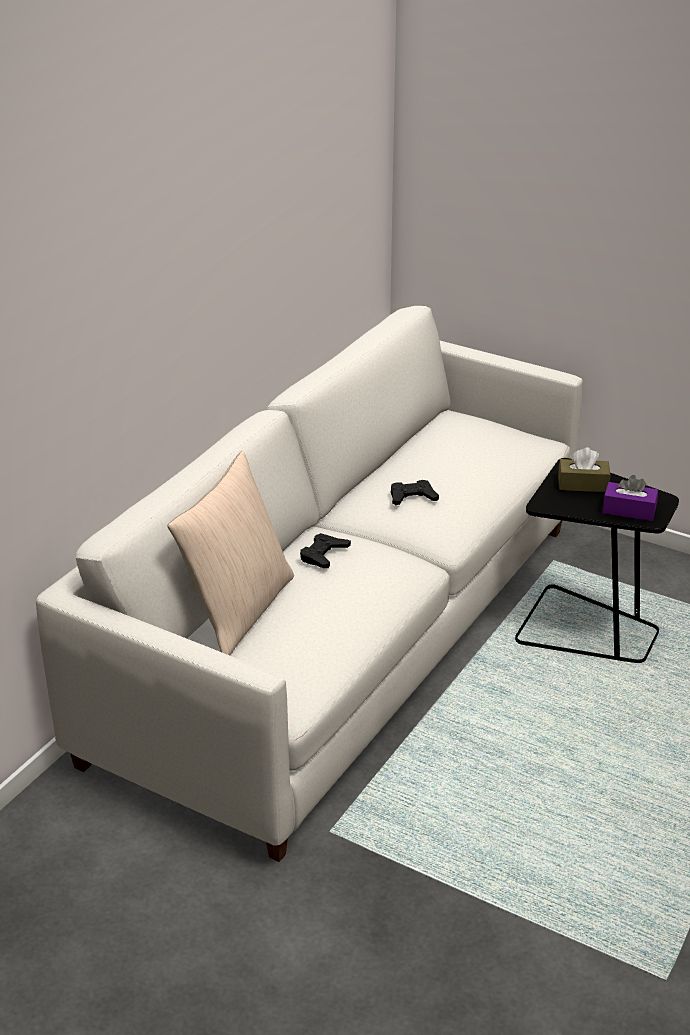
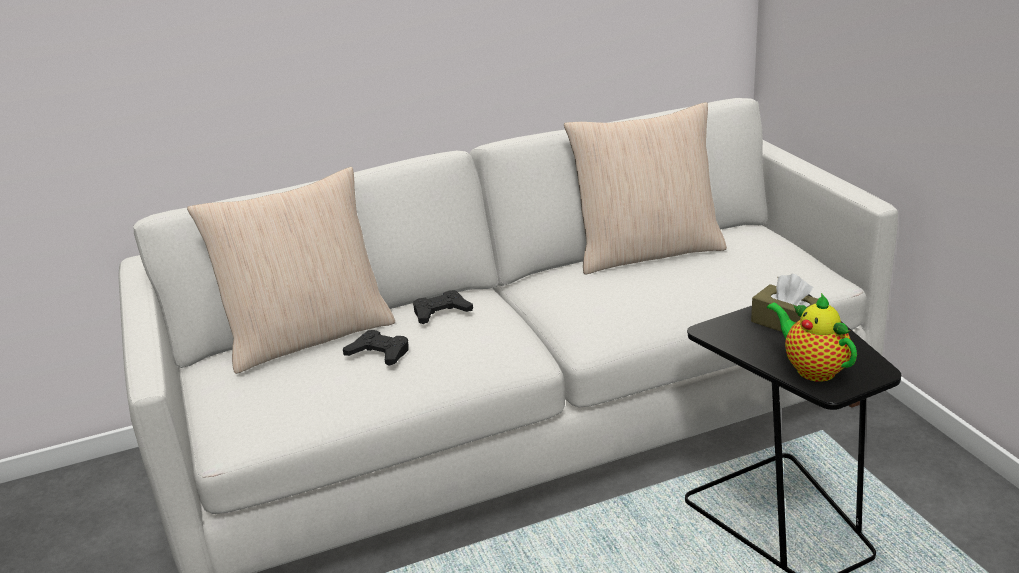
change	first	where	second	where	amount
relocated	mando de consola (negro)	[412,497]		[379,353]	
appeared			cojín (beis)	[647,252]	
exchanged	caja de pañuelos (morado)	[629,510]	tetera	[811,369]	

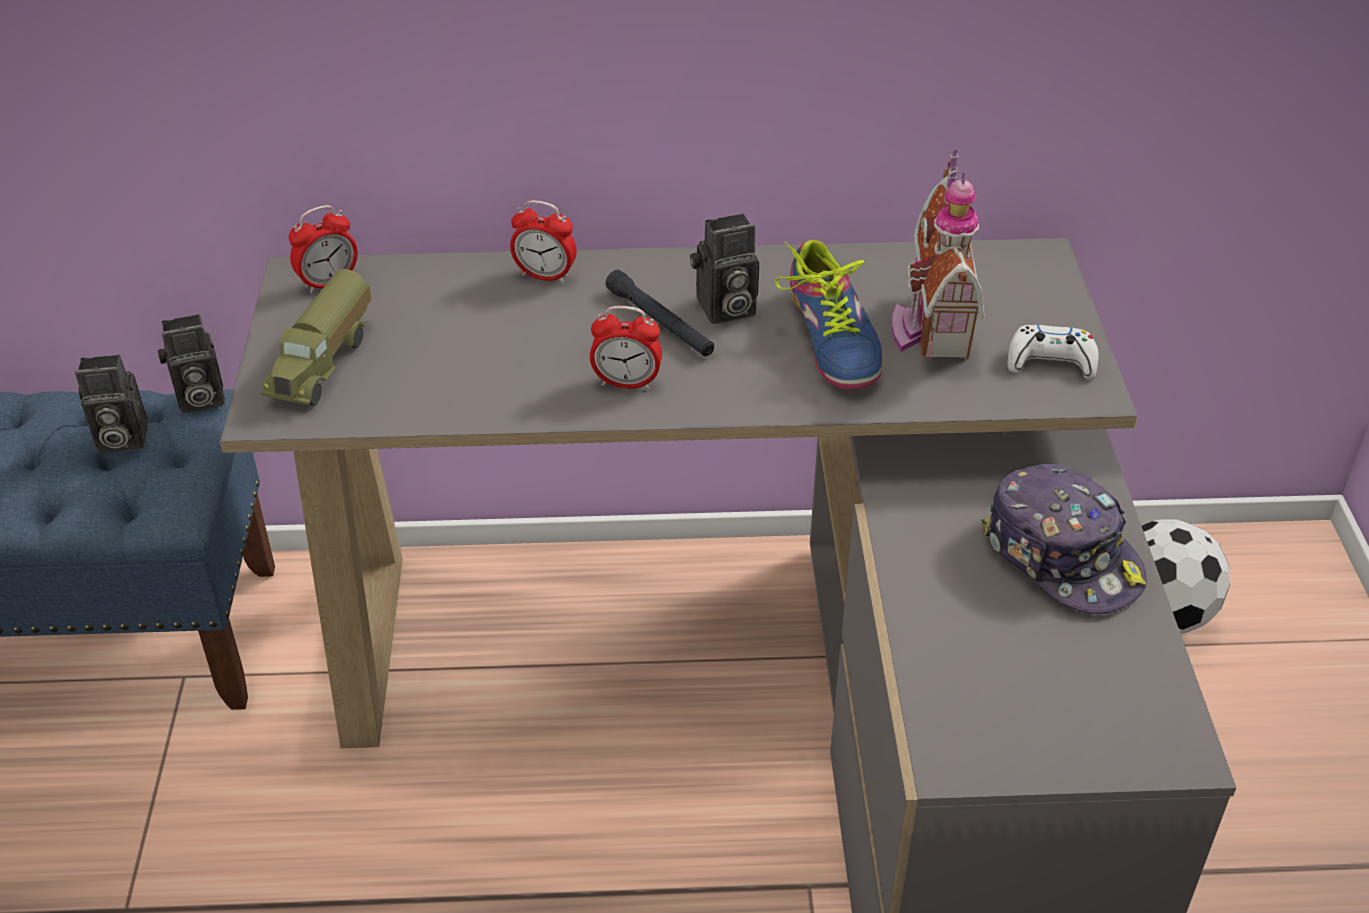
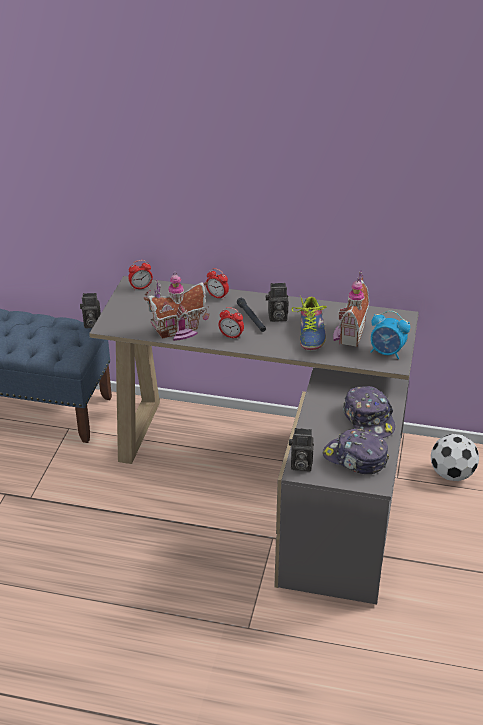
change	first	where	second	where	amount
appeared			casita	[179,331]	
relocated	cámara	[119,439]		[300,465]	
appeared			gorra	[355,459]	
exchanged	mando de consola (blanco)	[1050,362]	despertador	[387,353]	
missing	camión de juguete	[324,363]			

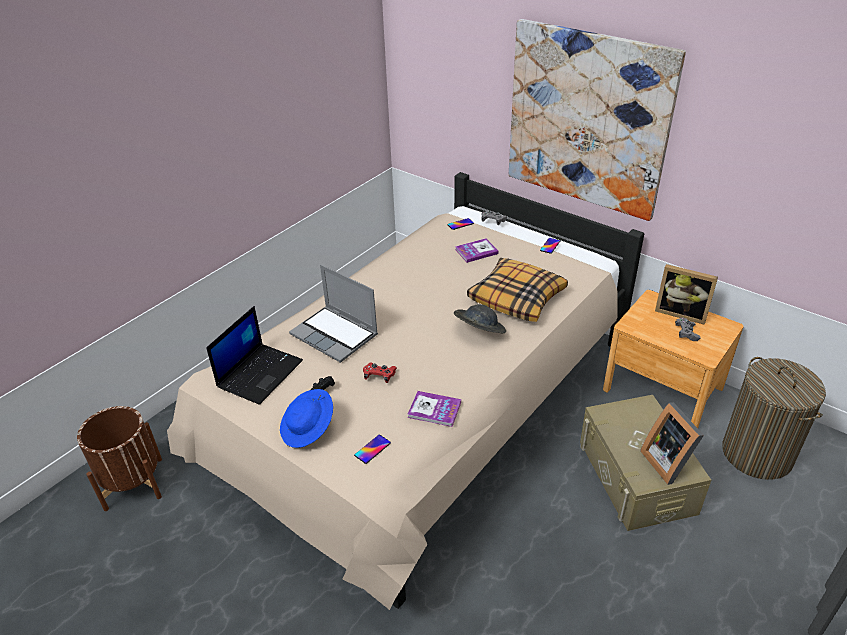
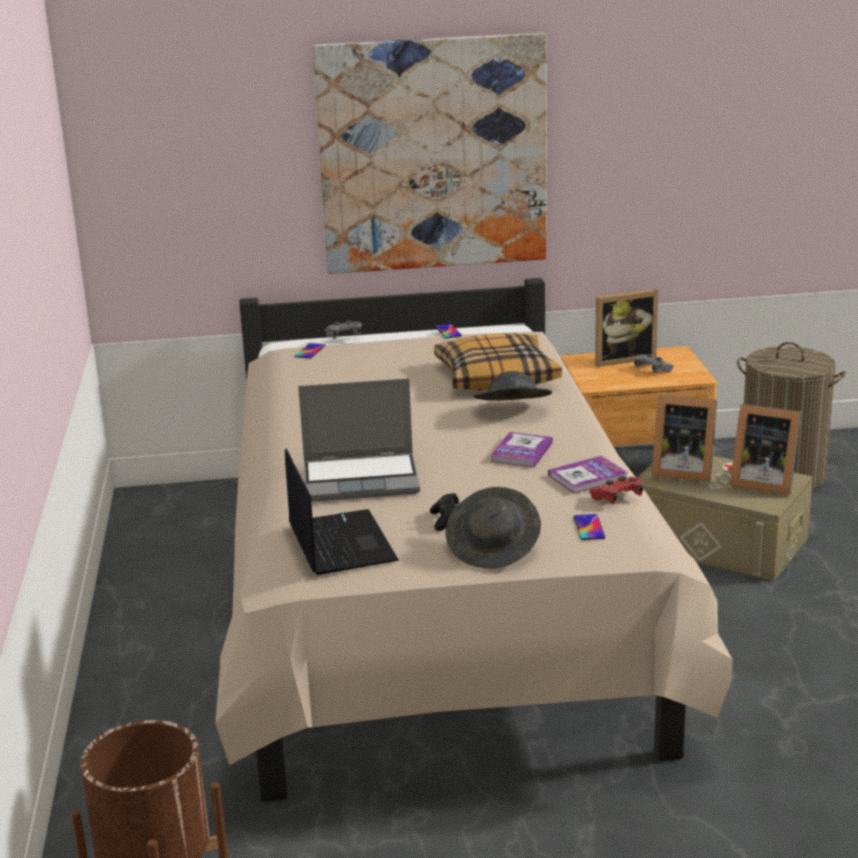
change	first	where	second	where	amount
colour	sombrero (azul)	[308,429]	sombrero (gris)	[494,548]	
relocated	libro	[476,251]		[521,452]	
relocated	mando de consola (rojo)	[379,376]		[617,498]	
appeared			portarretratos	[681,470]	

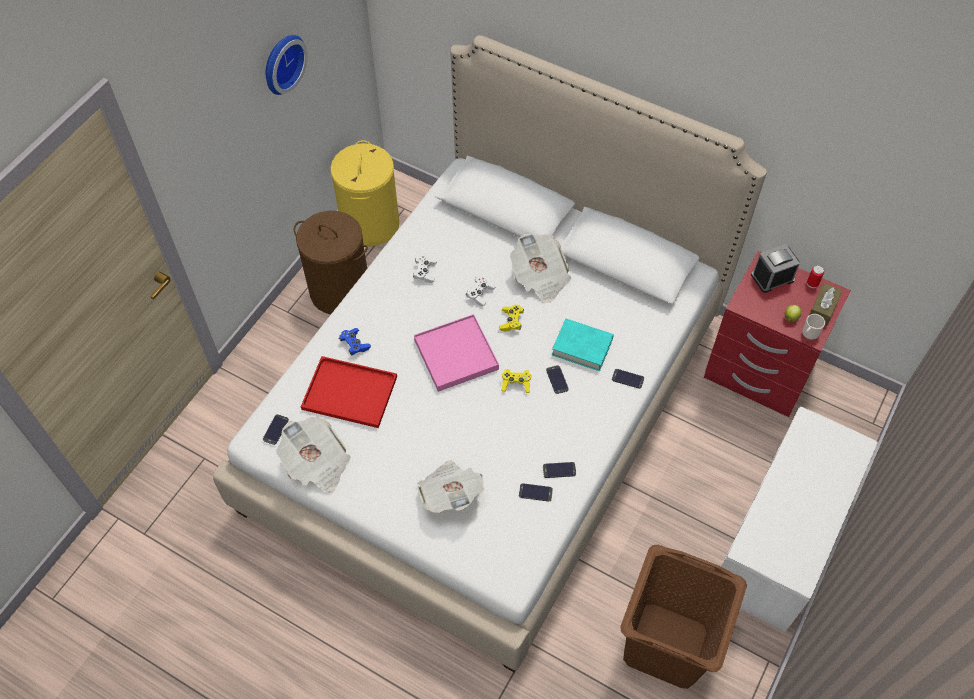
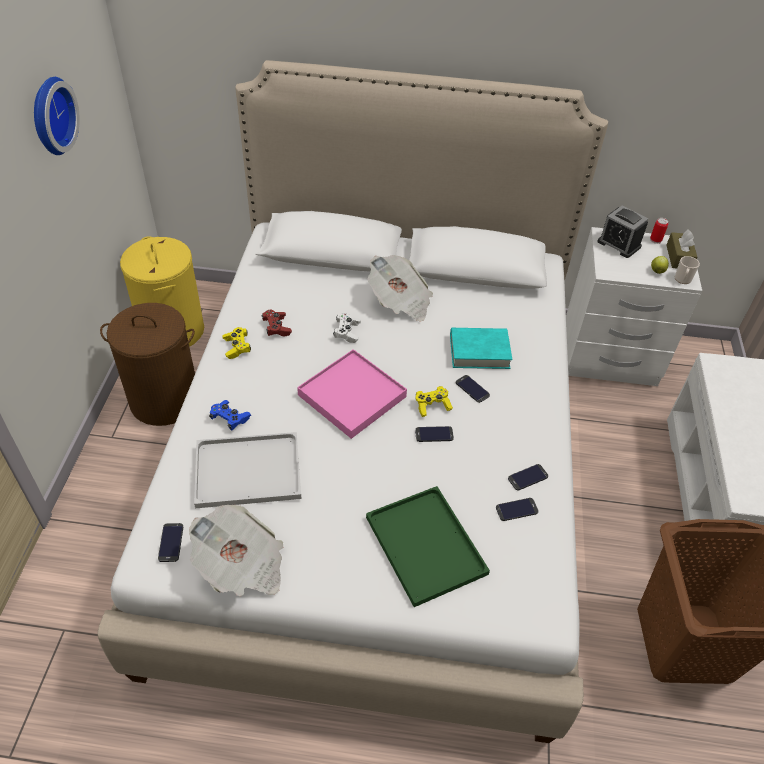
change	first	where	second	where	amount
colour	bandeja (rojo)	[351,392]	bandeja (blanco)	[250,470]	
relocated	mando de consola (amarillo)	[511,321]		[237,347]	
colour	mando de consola (blanco)	[425,272]	mando de consola (rojo)	[276,328]	
exchanged	periódico	[450,493]	bandeja (verde)	[423,544]	
relocated	móvil	[627,379]		[434,434]	
colour	mesita de noche (rojo)	[758,372]	mesita de noche (blanco)	[608,357]	
spun	despertador	[772,278]		[619,244]	90 degrees counterclockwise

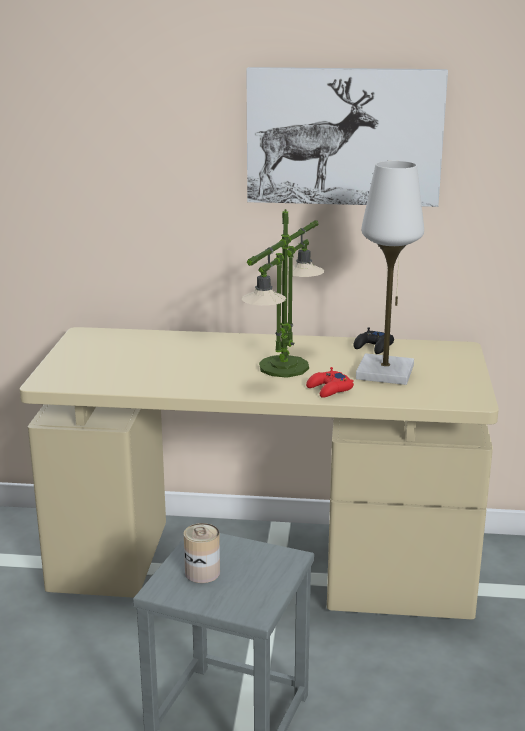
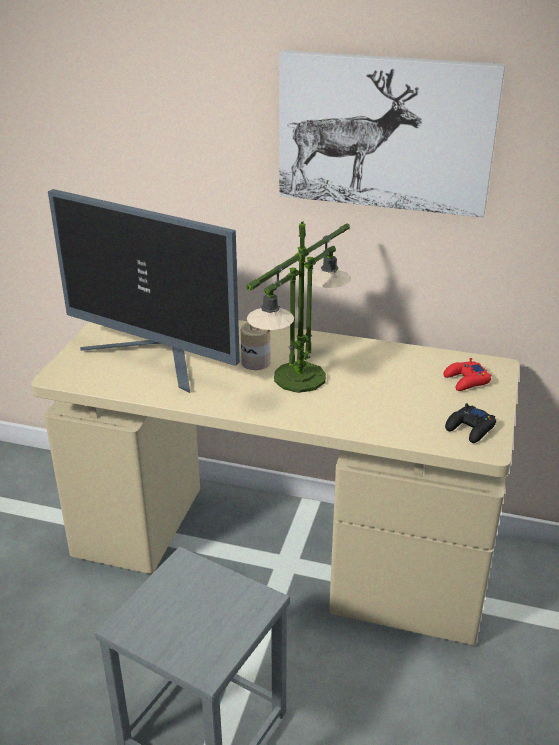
change	first	where	second	where	amount
appeared			monitor	[155,359]	
relocated	lata	[202,572]		[256,362]	
relocated	mando de consola (rojo)	[329,389]		[466,381]	
relocated	mando de consola (negro)	[374,347]		[470,429]	
missing	lámpara de mesa (blanco)	[385,372]			

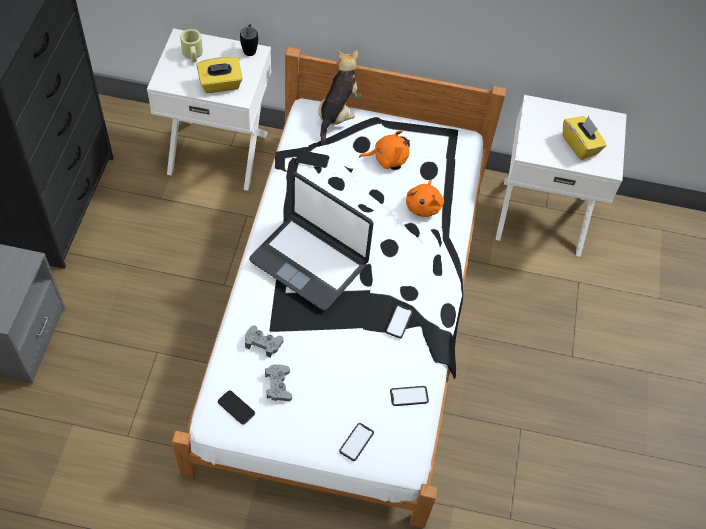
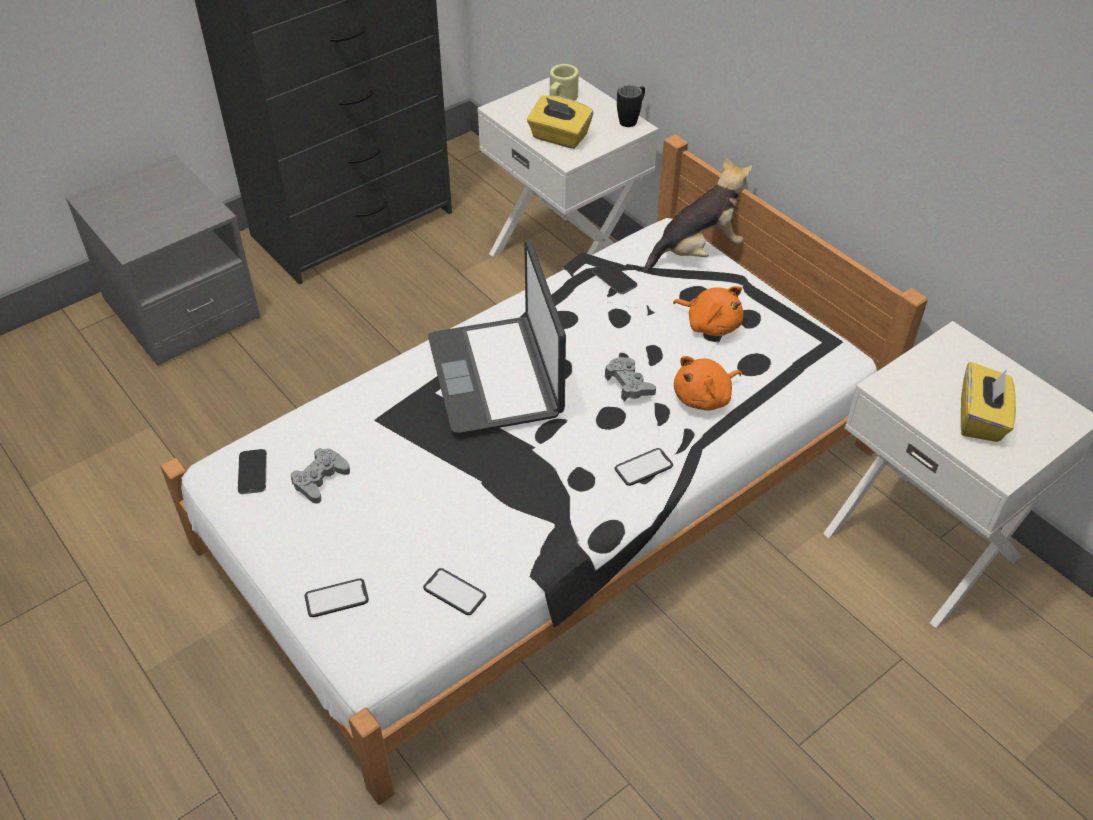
change	first	where	second	where	amount
relocated	mando de consola (gris)	[263,343]		[629,384]	
relocated	móvil	[399,322]		[643,467]	

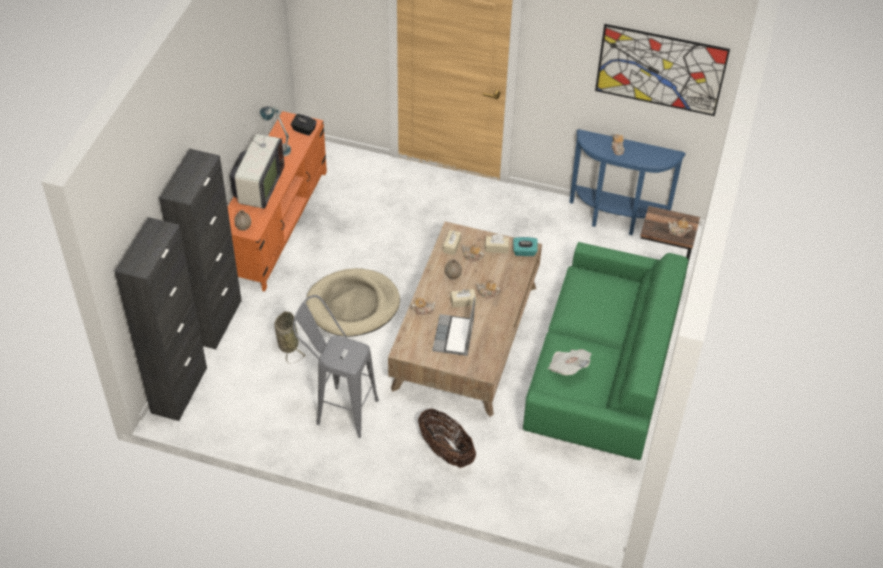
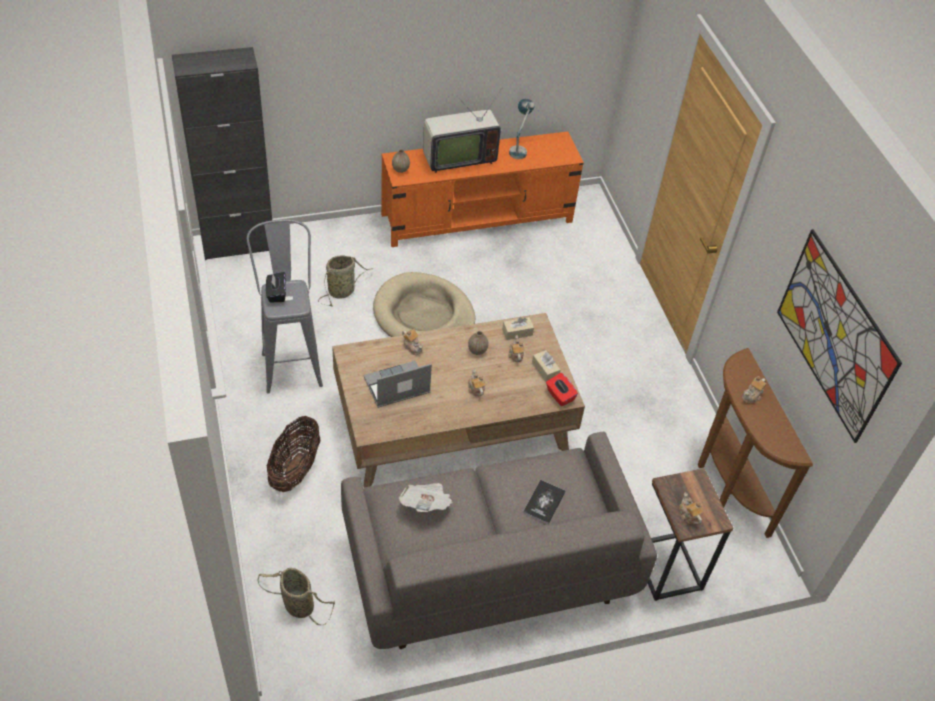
change	first	where	second	where	amount
appeared			cesta	[296,605]	
relocated	caja de pañuelos (negro)	[304,130]		[276,294]	
colour	sofá (verde)	[601,377]	sofá (gris)	[488,567]	
appeared			libro	[544,502]	
colour	caja de pañuelos (turquesa)	[524,252]	caja de pañuelos (rojo)	[559,396]	
colour	mesa consola (azul)	[616,220]	mesa consola (marrón)	[726,484]	
missing	armario (negro)	[215,321]			
missing	caja de pañuelos (beis)	[463,301]			

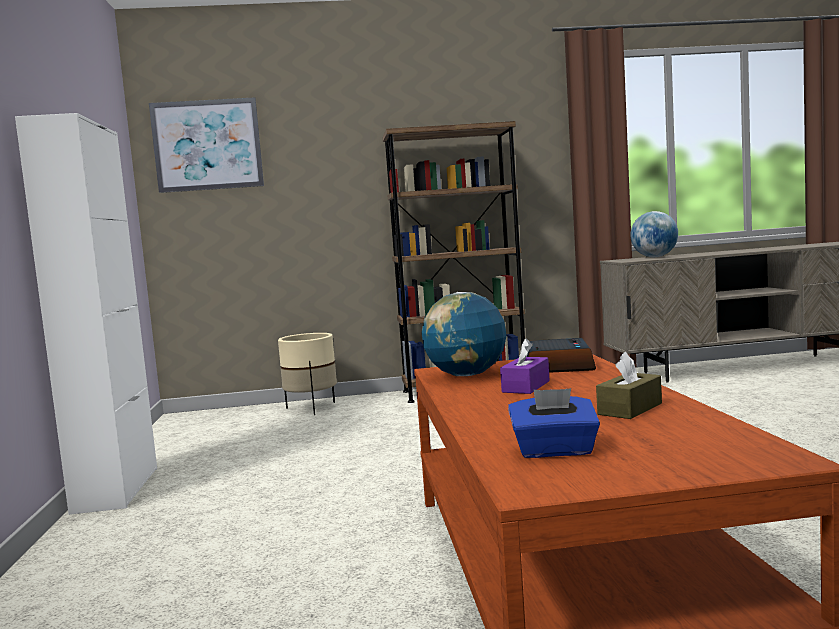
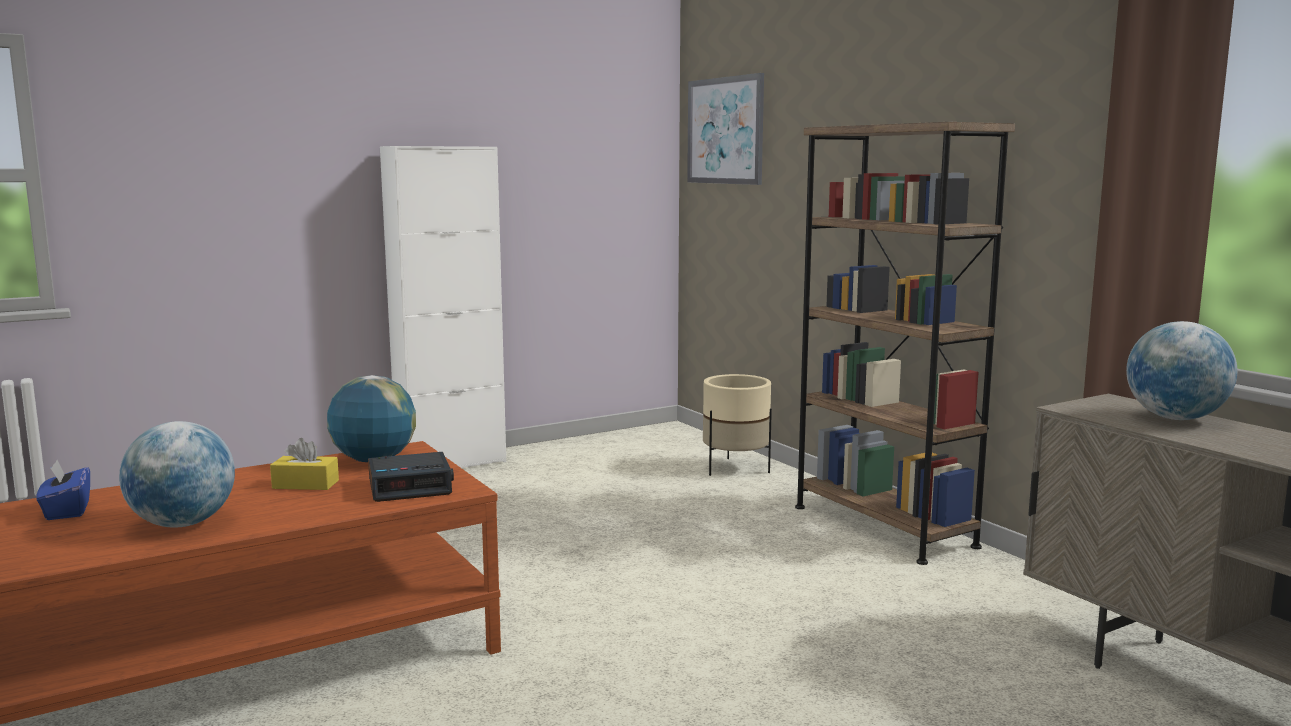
change	first	where	second	where	amount
exchanged	caja de pañuelos (marrón)	[630,409]	globo terráqueo	[182,524]	
colour	caja de pañuelos (morado)	[526,386]	caja de pañuelos (amarillo)	[305,484]	

